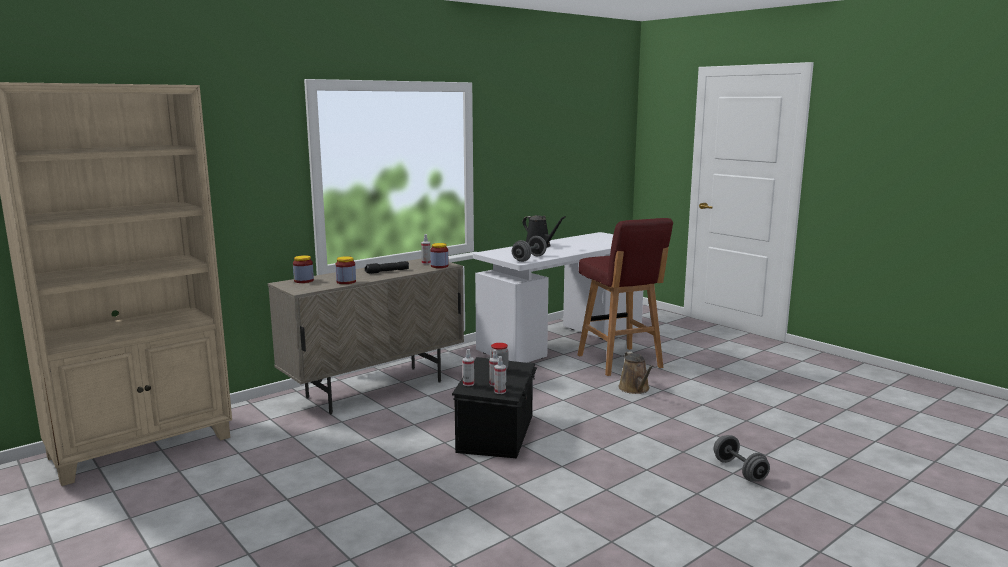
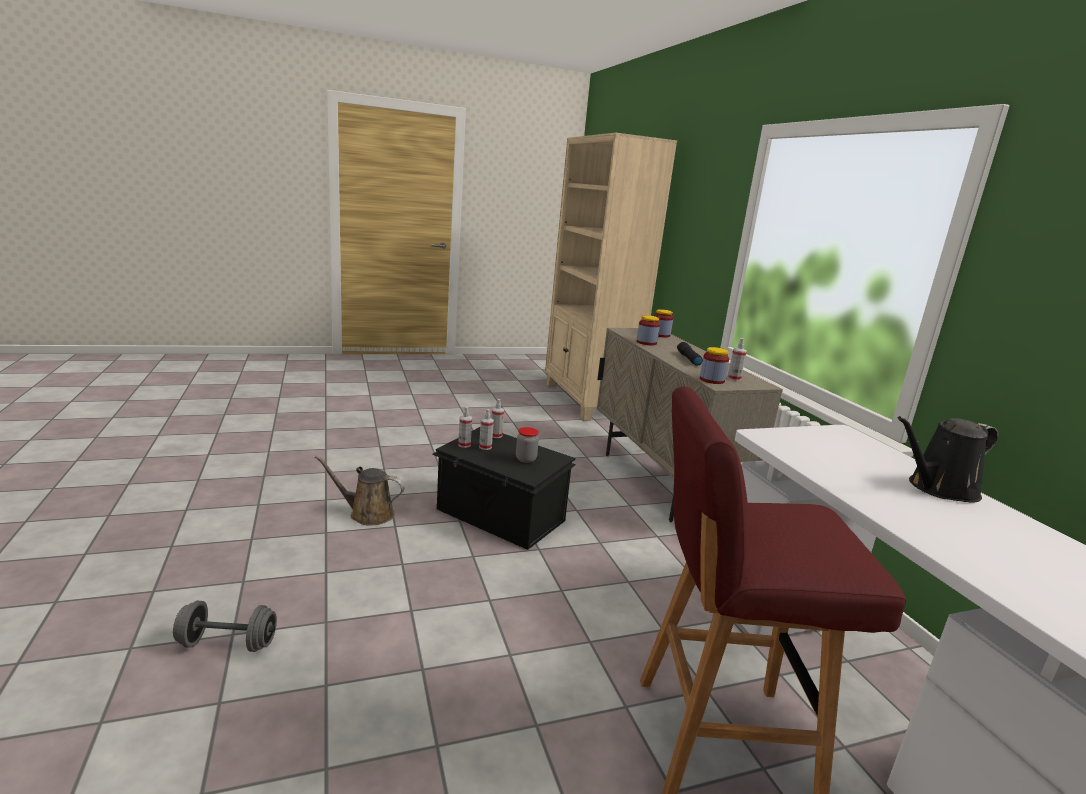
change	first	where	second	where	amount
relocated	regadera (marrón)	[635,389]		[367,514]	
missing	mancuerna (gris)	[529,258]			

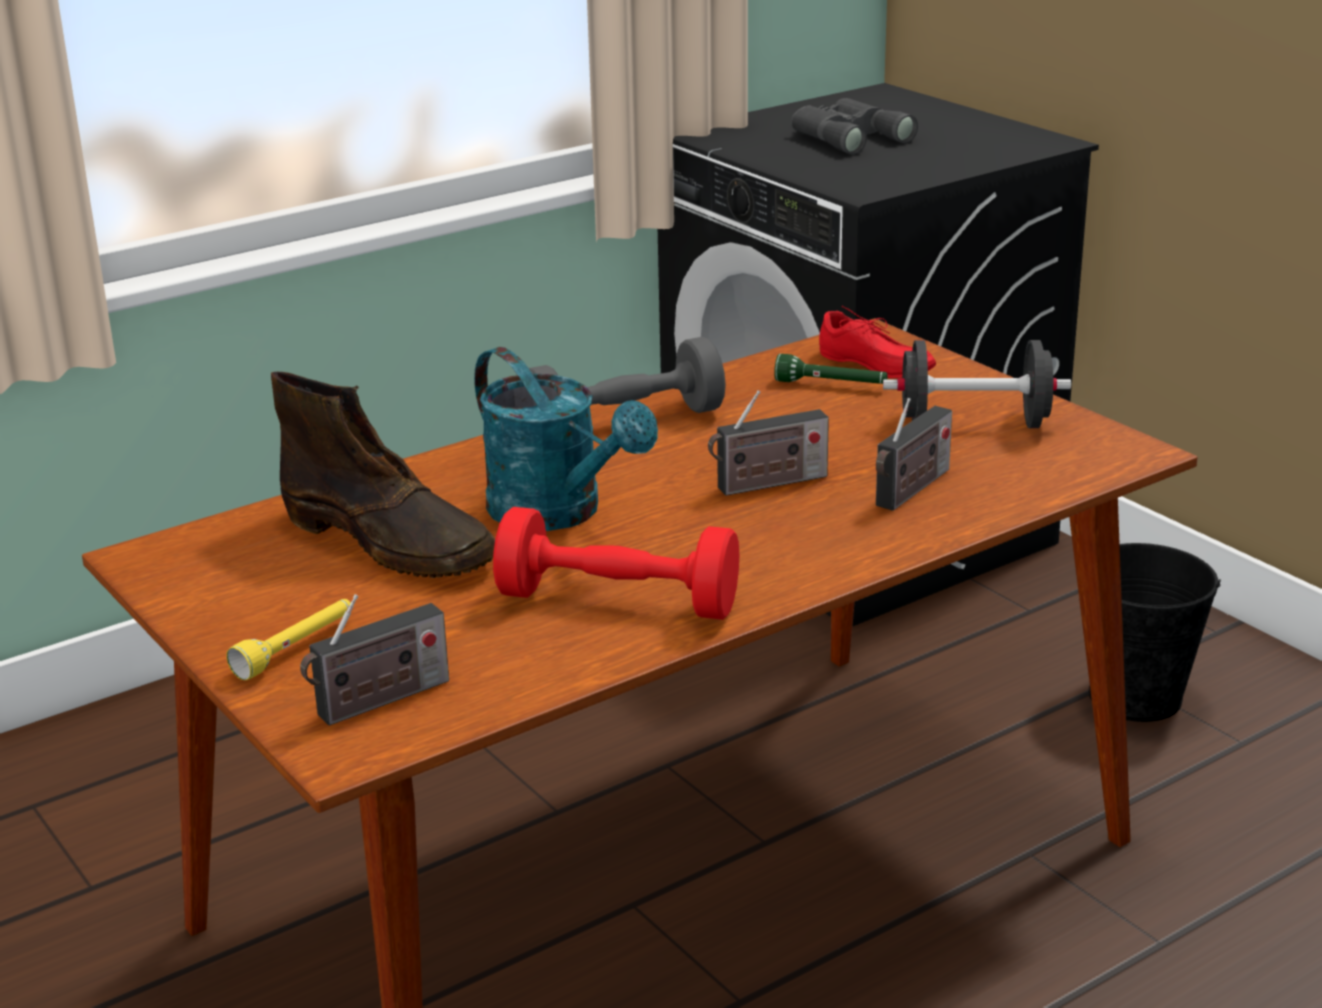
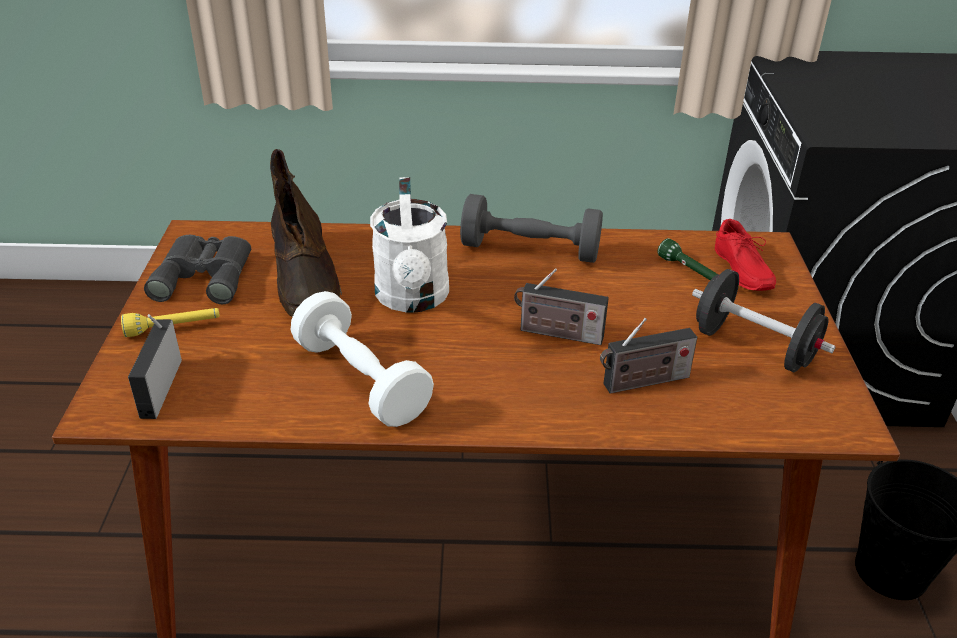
change	first	where	second	where	amount
spun	radio	[378,701]		[161,385]	90 degrees clockwise
relocated	prismáticos (gris)	[847,136]		[206,275]	
colour	mancuerna (rojo)	[618,602]	mancuerna (blanco)	[361,380]	
colour	regadera (turquesa)	[559,513]	regadera (blanco)	[413,299]	

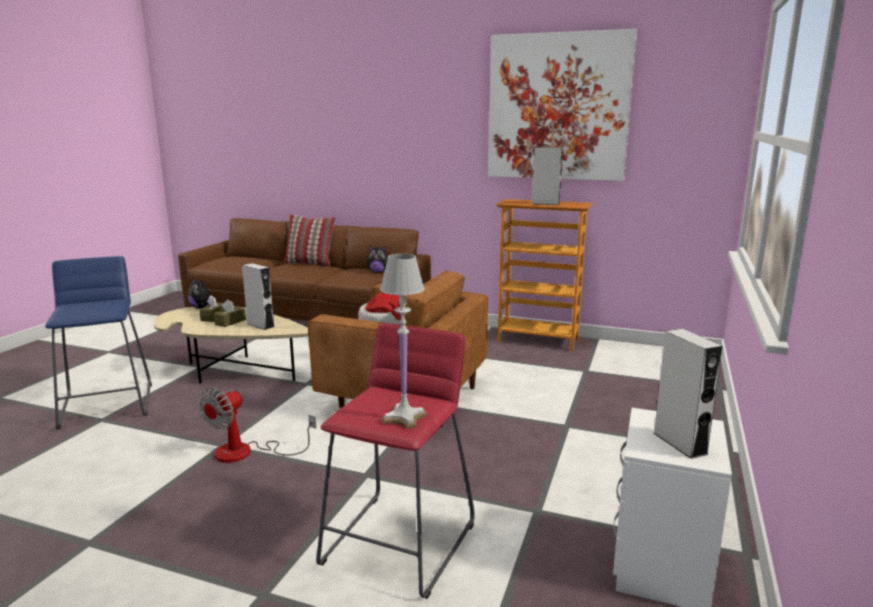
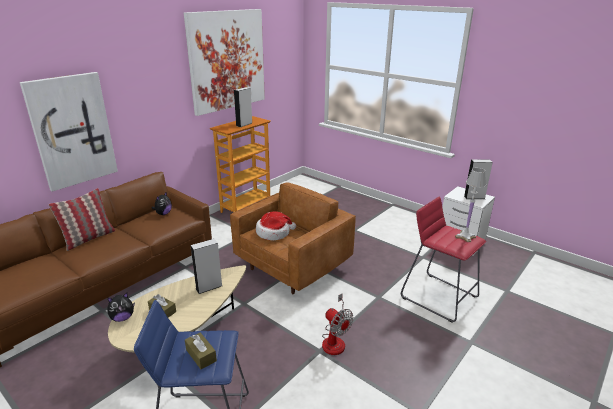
change	first	where	second	where	amount
appeared			cuadro	[72,131]	
relocated	caja de pañuelos (marrón)	[230,322]		[201,355]	

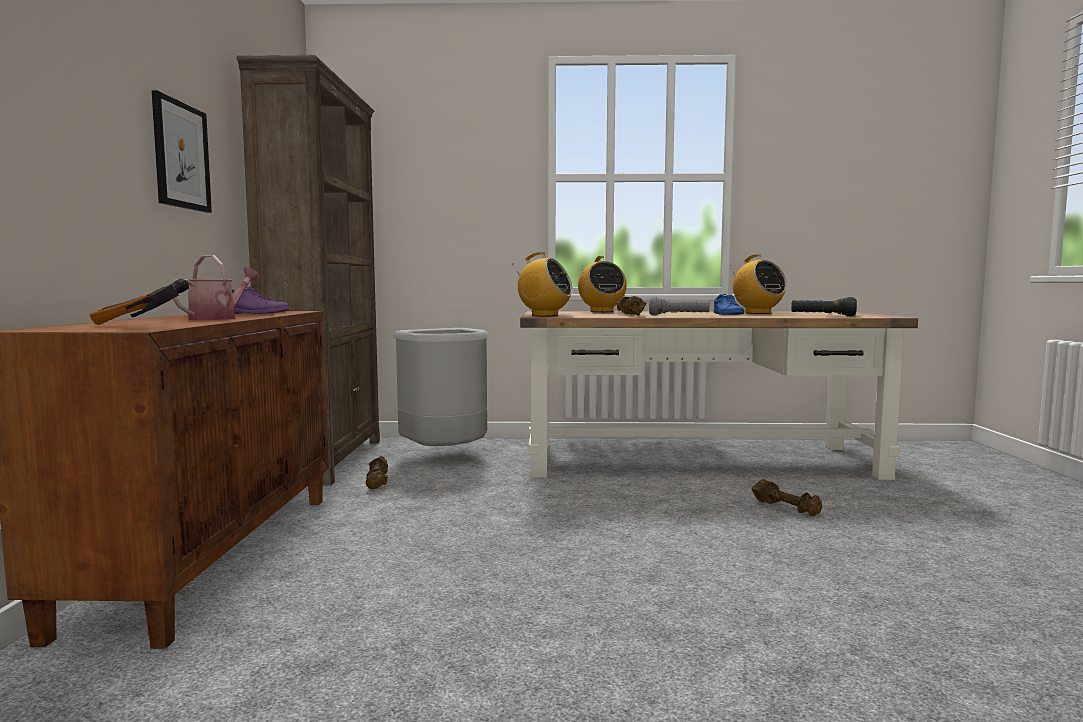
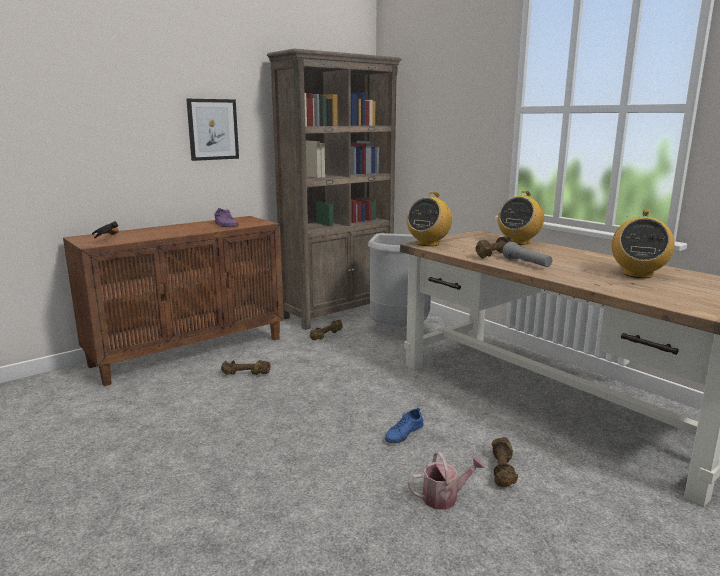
change	first	where	second	where	amount
appeared			mancuerna (marrón)	[245,374]	
relocated	zapato (azul)	[727,314]		[403,433]	
spun	radio	[544,315]		[428,243]	45 degrees clockwise
relocated	regadera	[218,318]		[444,497]	
missing	linterna (negro)	[822,315]			

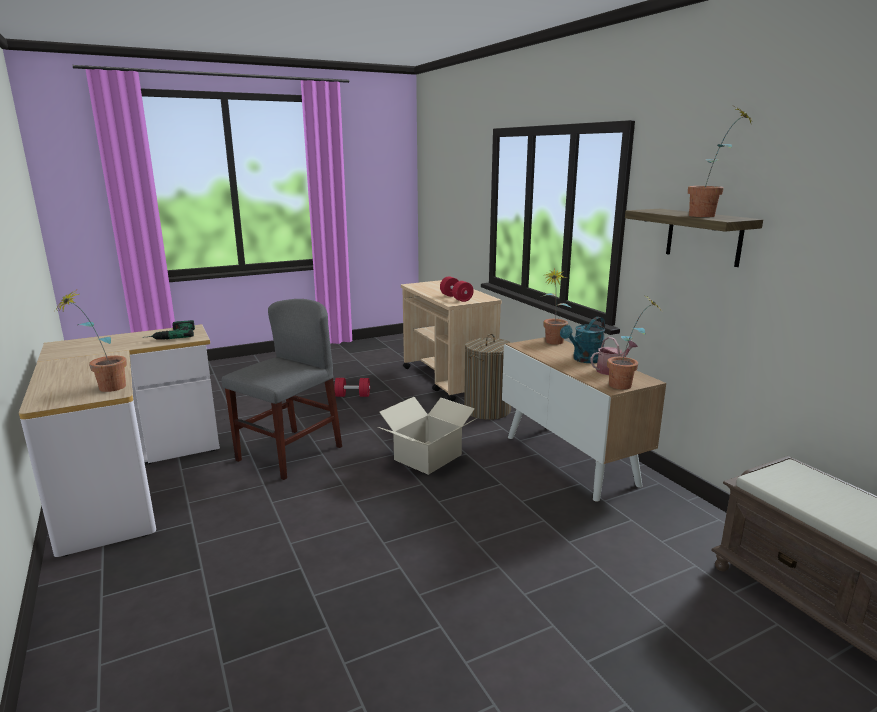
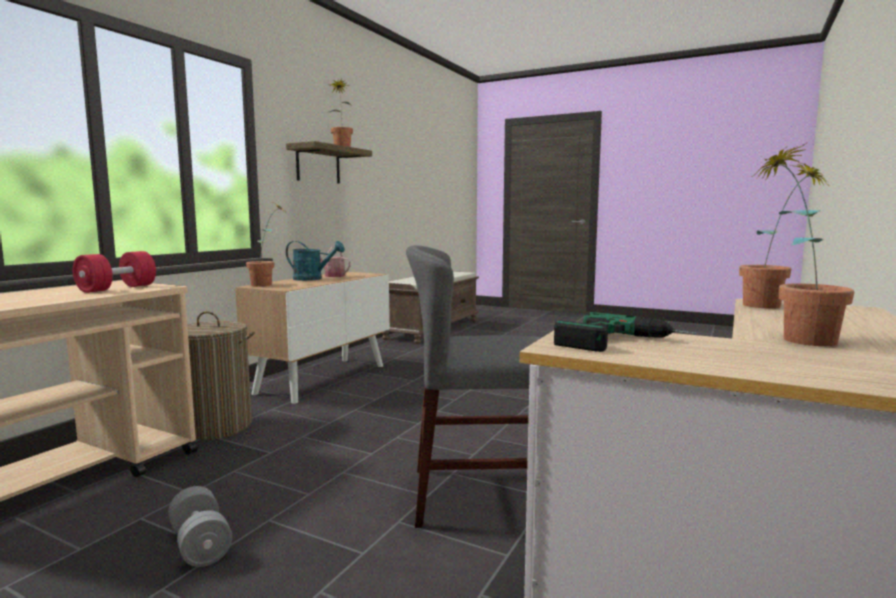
change	first	where	second	where	amount
colour	mancuerna (rojo)	[352,396]	mancuerna (gris)	[200,545]	
relocated	planta en maceta	[627,385]		[794,337]	
missing	caja de cartón	[428,457]			

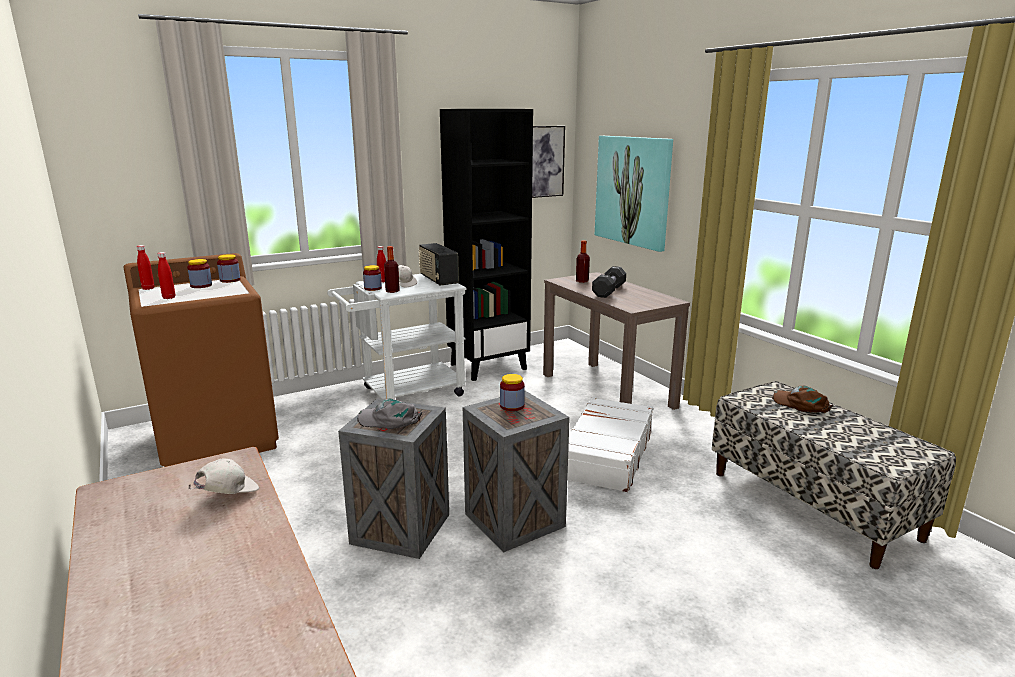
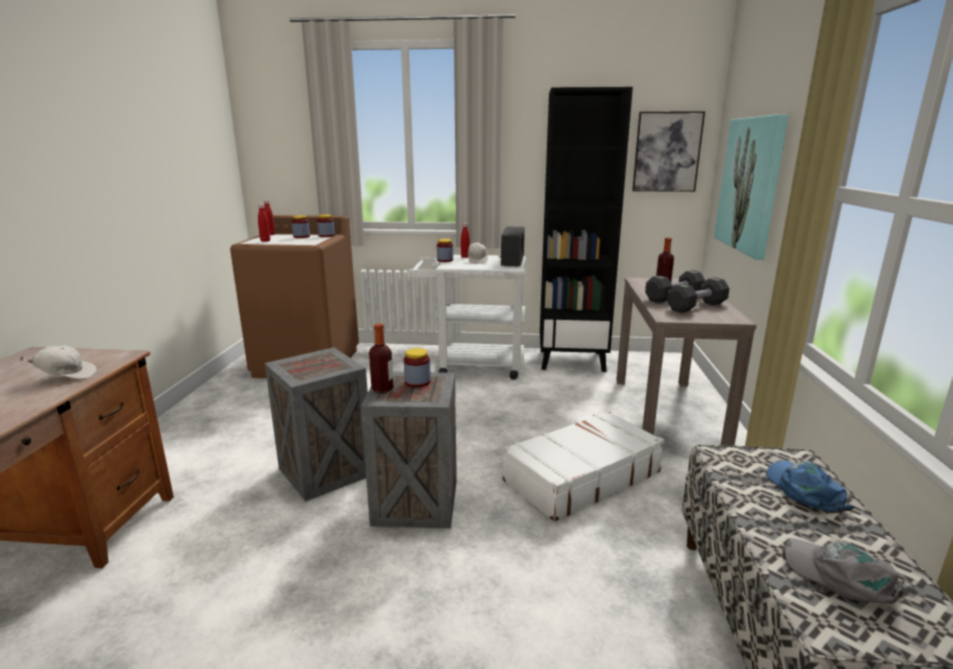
change	first	where	second	where	amount
relocated	botella	[392,291]		[382,389]	
appeared			mancuerna (negro)	[696,306]	
colour	gorra (marrón)	[801,404]	gorra (azul)	[804,490]	
relocated	gorra (gris)	[389,420]		[840,576]	

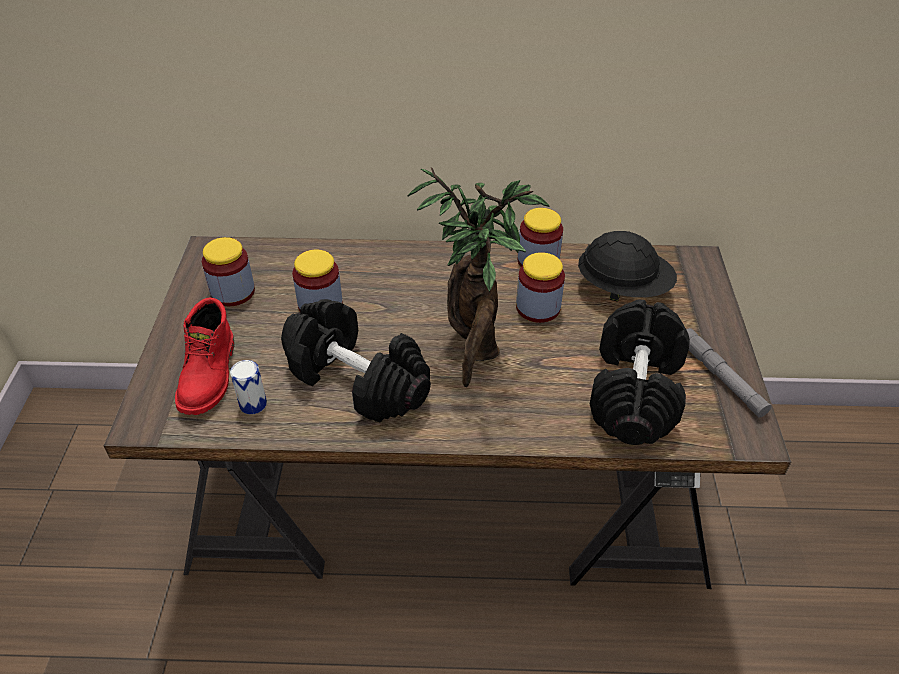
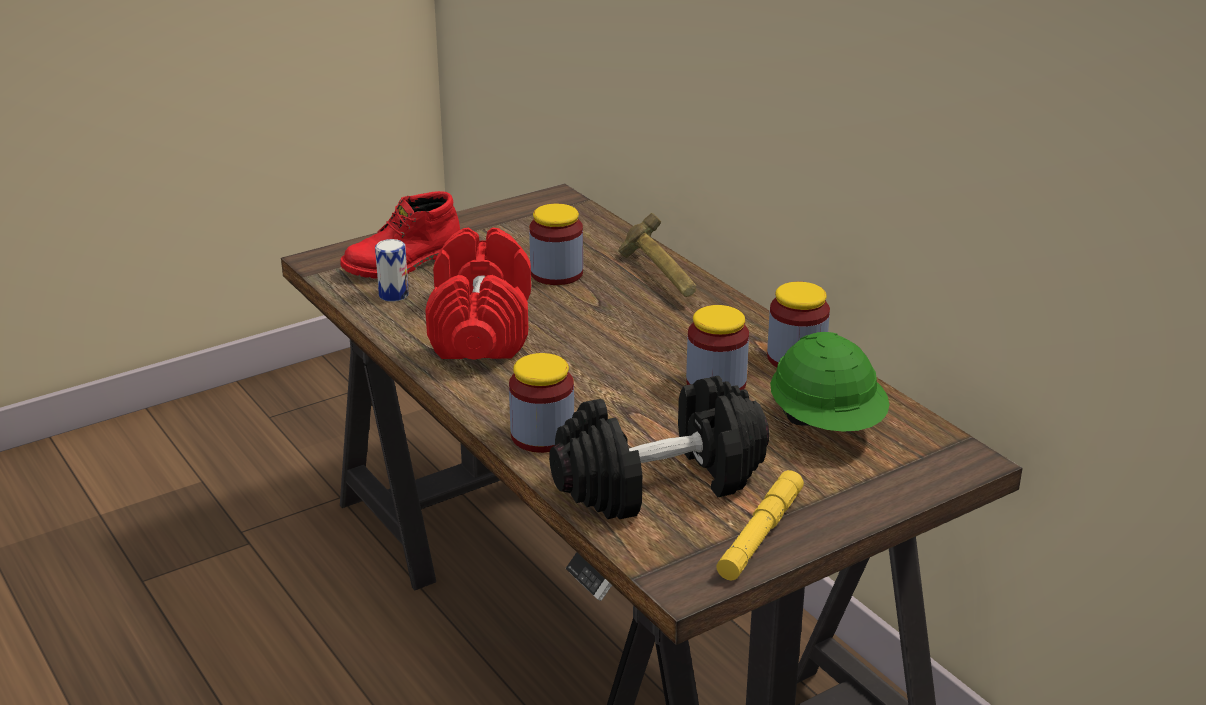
change	first	where	second	where	amount
colour	mancuerna (negro)	[358,380]	mancuerna (rojo)	[482,329]	
relocated	tarro	[233,292]		[542,436]	
appeared			martillo	[660,278]	
colour	linterna (gris)	[721,377]	linterna (amarillo)	[760,534]	
colour	casco (negro)	[623,289]	casco (verde)	[827,425]	
missing	planta en maceta	[474,348]			

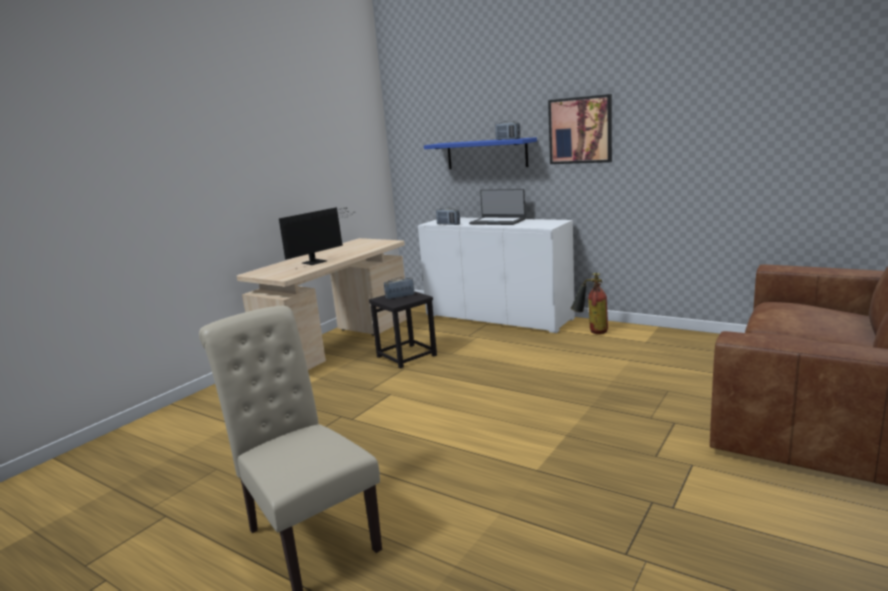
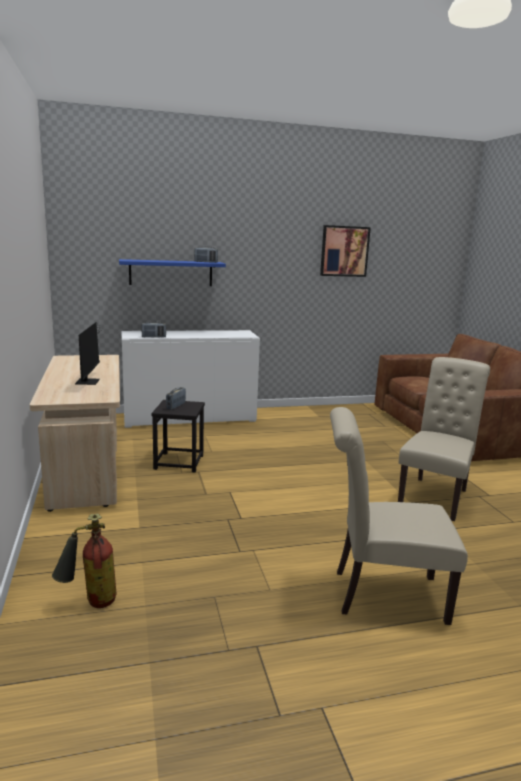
change	first	where	second	where	amount
relocated	extintor	[591,331]		[89,603]	
relocated	cuadro	[580,130]		[344,251]	
appeared			silla (beis)	[435,495]	
missing	portátil	[497,221]			

